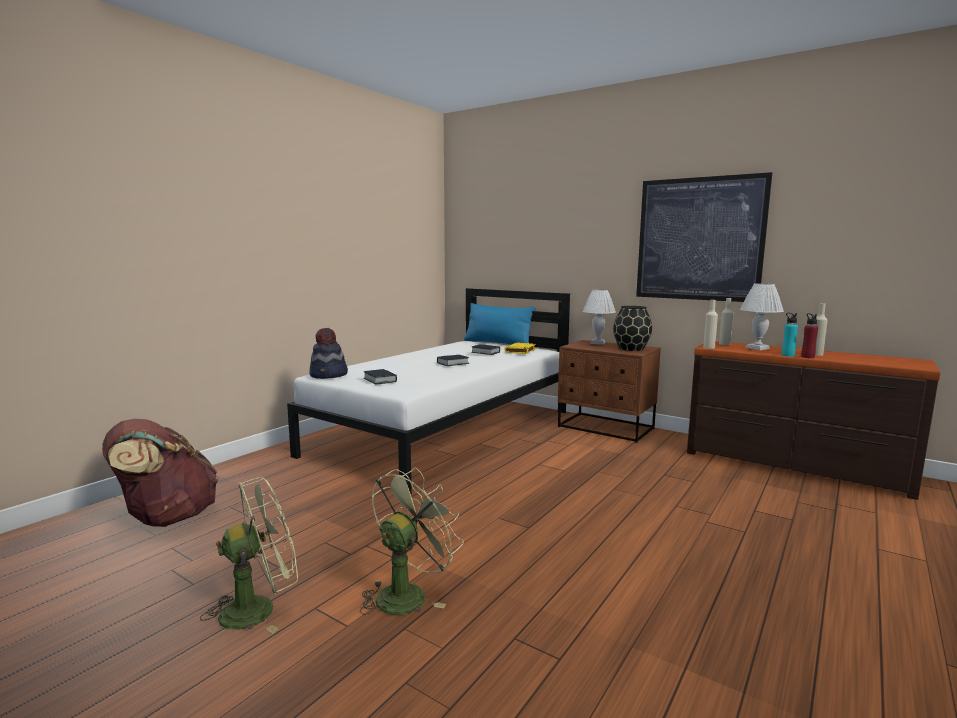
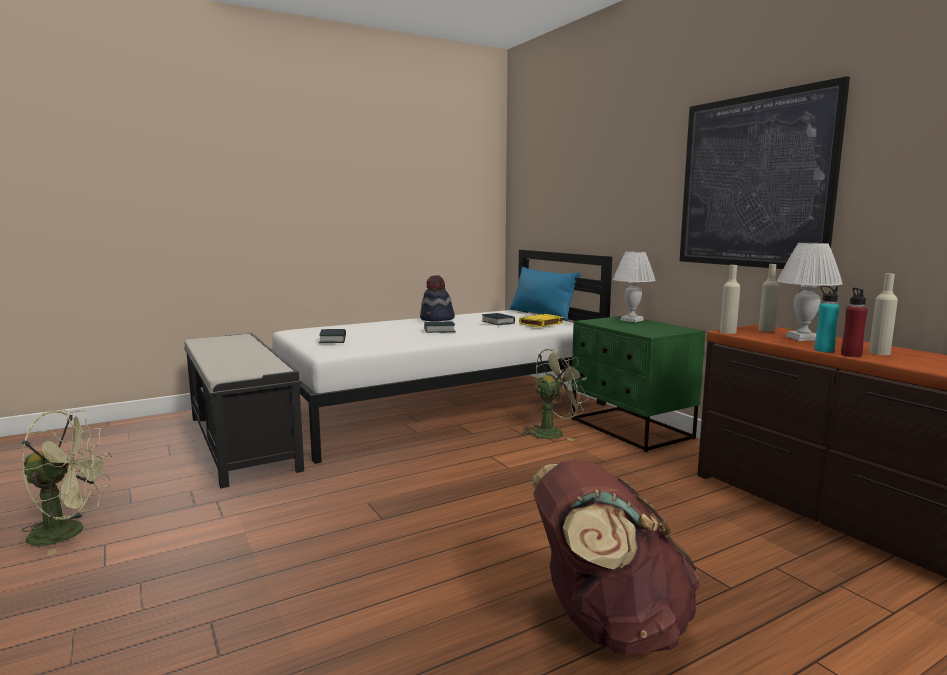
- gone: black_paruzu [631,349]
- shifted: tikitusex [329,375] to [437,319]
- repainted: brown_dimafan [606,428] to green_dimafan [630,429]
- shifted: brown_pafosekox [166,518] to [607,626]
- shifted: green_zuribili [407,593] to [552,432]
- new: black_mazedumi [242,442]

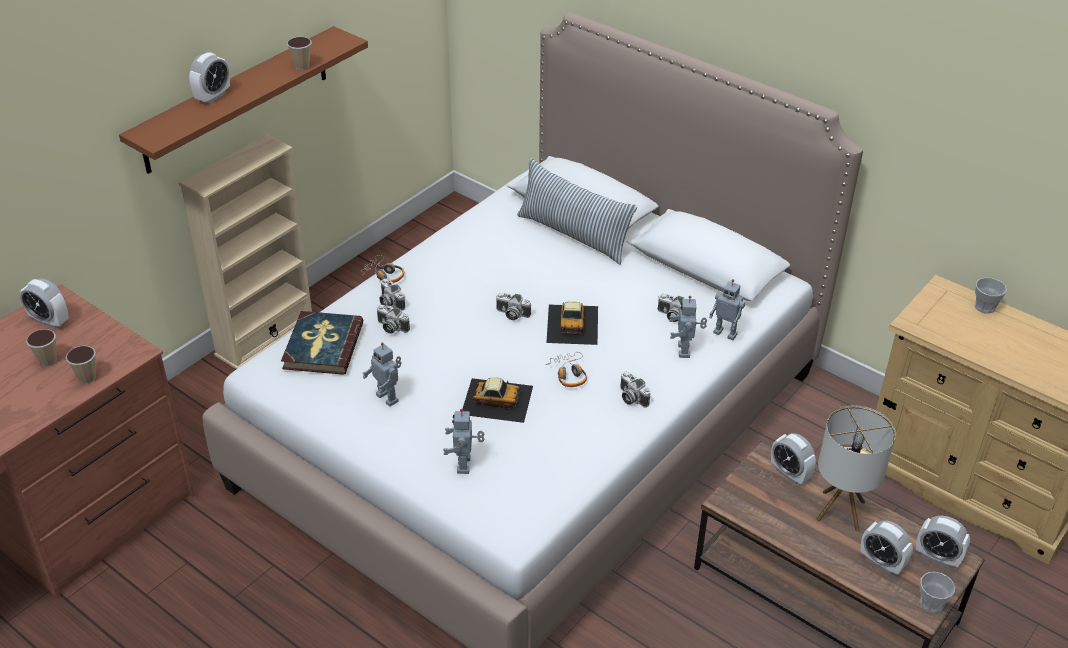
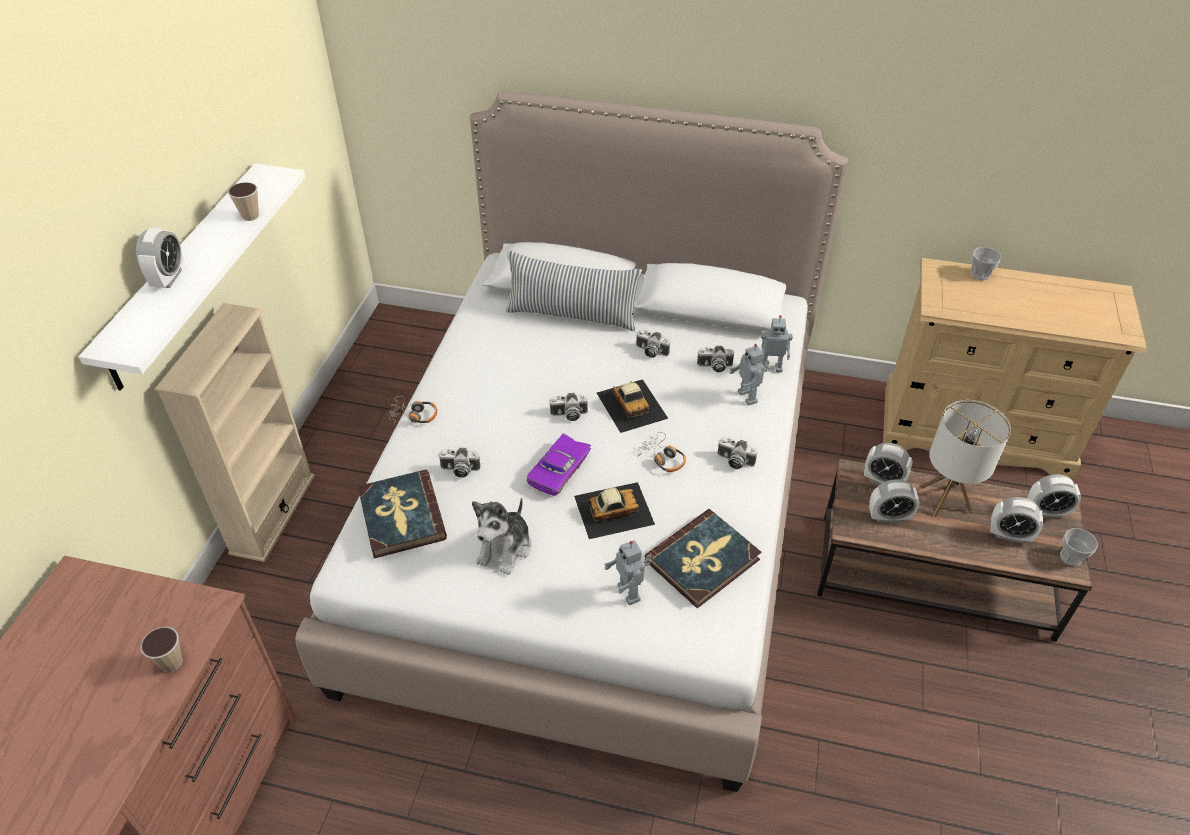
- repainted: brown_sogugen [236,100] to white_sogugen [186,274]
- shifted: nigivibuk [49,321] to [889,517]
- shifted: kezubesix [389,302] to [650,351]
- gone: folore [48,361]
- swapped: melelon [388,398] to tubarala [505,548]
- new: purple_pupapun [561,471]
- new: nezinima [703,560]

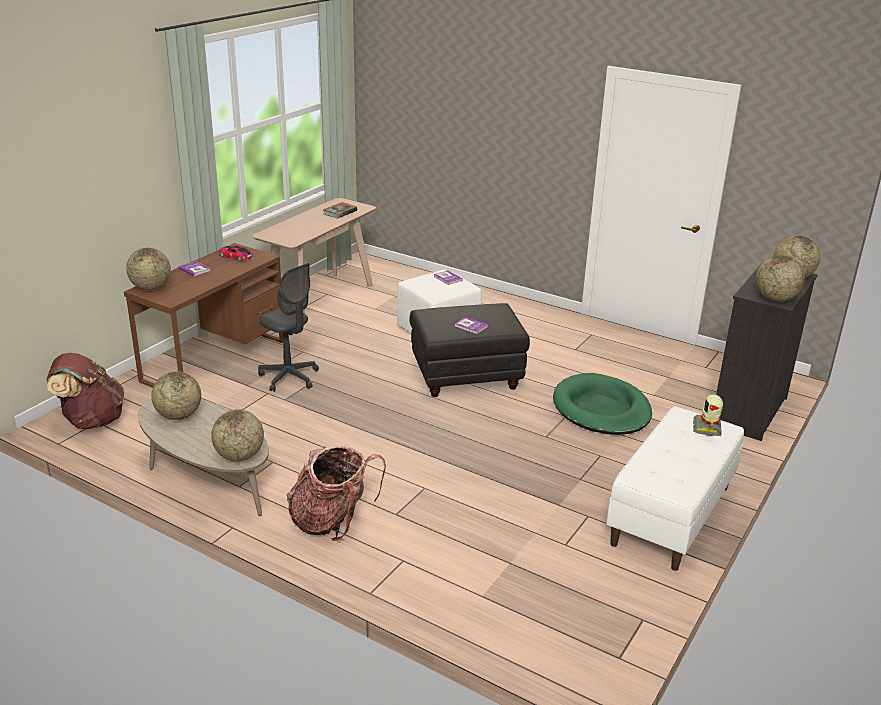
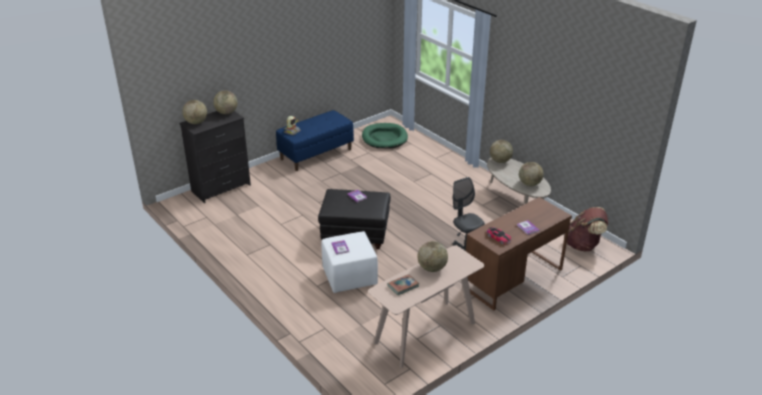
- shifted: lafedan [151,288] to [432,268]
- shifted: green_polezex [601,409] to [384,138]
- repainted: white_mazedumi [671,516] to blue_mazedumi [316,154]
- gone: pafosekox [332,521]

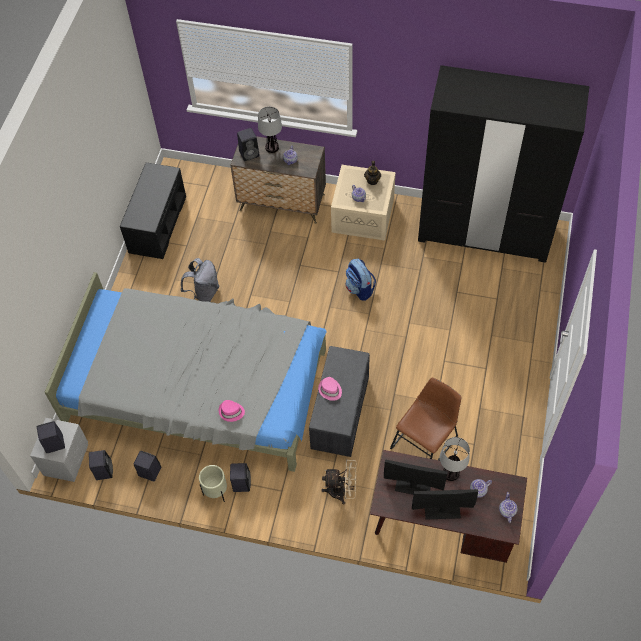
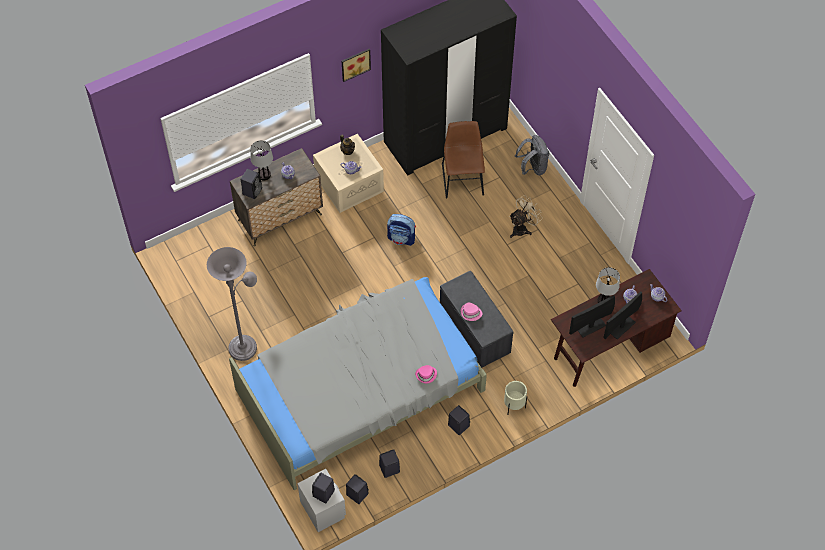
- gone: black_mazedumi [157,223]
- shifted: grey_pafosekox [204,293] to [532,168]
- shifted: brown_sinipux [425,440] to [462,177]
- shifted: beige_zuribili [342,491] to [522,228]
- shifted: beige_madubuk [216,492] to [514,406]
- new: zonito [355,63]
- new: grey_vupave [245,345]

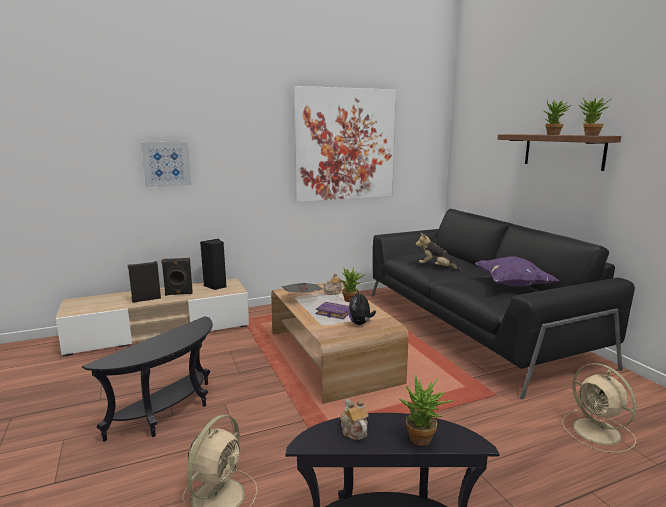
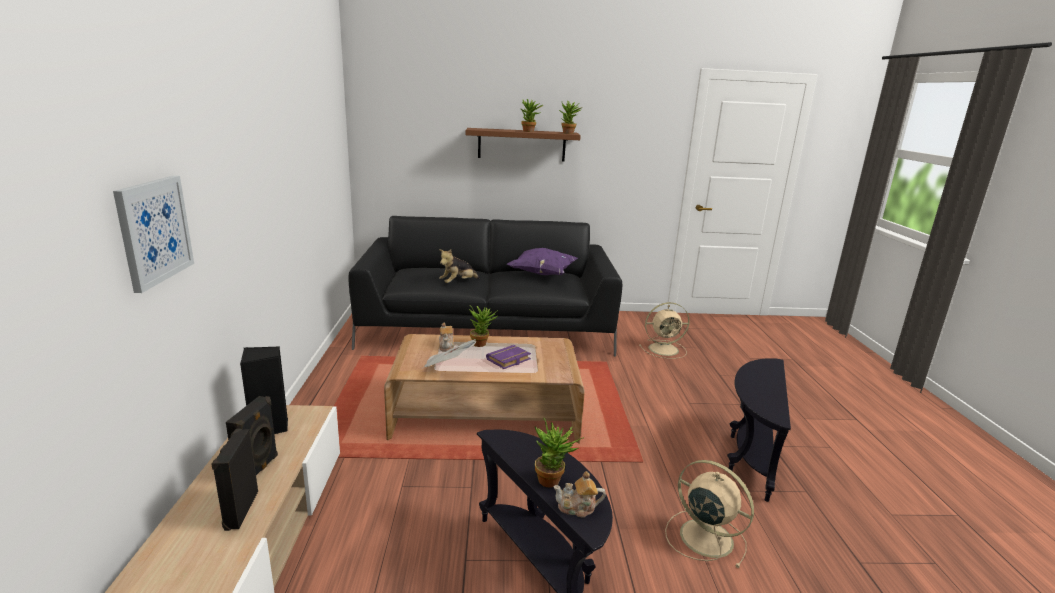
- gone: zonito [344,144]
- gone: tubarala [360,323]
- shifted: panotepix [422,442] to [553,481]
- shifted: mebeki [353,430] to [577,508]

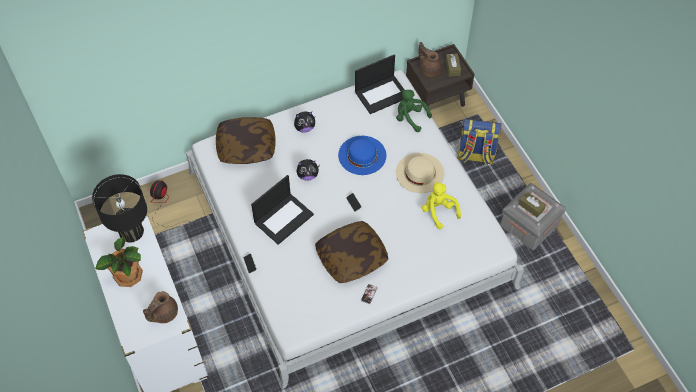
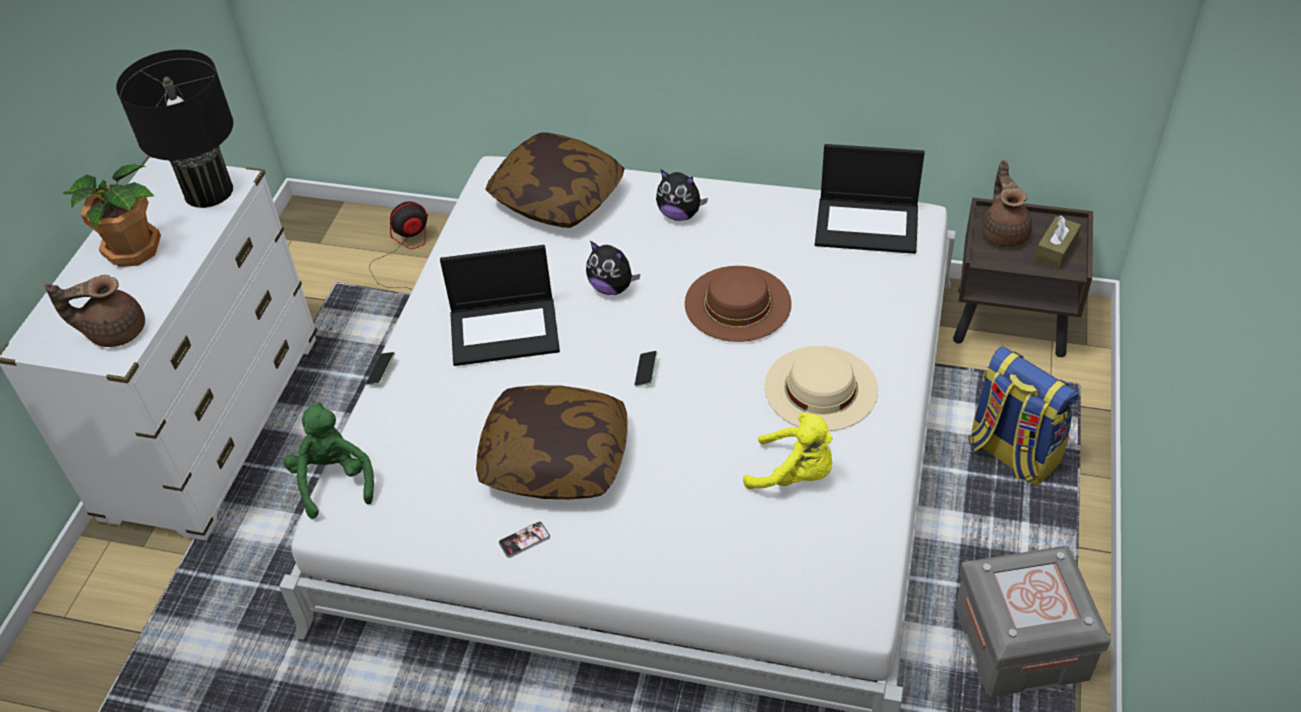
- shifted: green_tubarala [410,118] to [334,481]
- repainted: blue_tikitusex [362,155] to brown_tikitusex [737,303]
- rotated: yellow_tubarala [438,211] = [794,474] 105 degrees clockwise
- gone: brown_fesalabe [531,207]

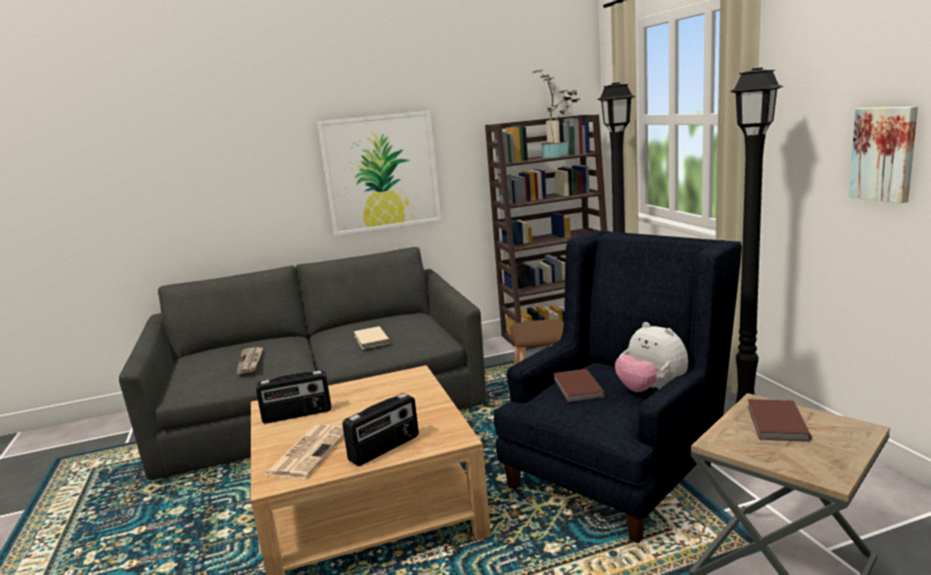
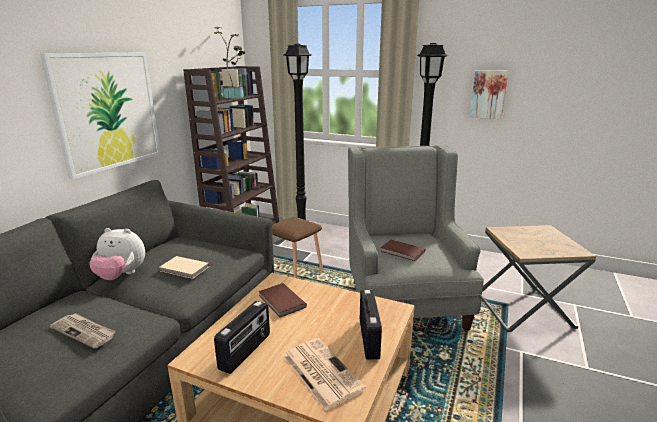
- repainted: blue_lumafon [619,468] to grey_lumafon [403,297]
- shifted: tubarala [651,390] to [121,275]
- shifted: brown_nezinima [775,423] to [281,302]

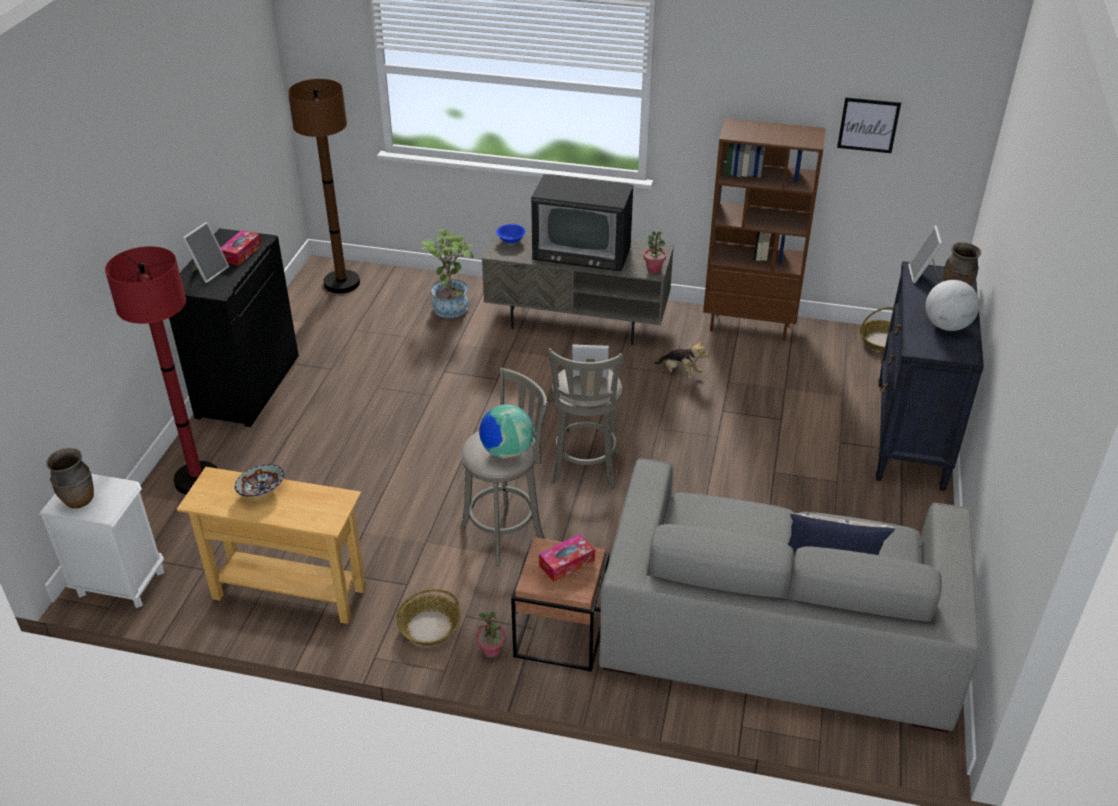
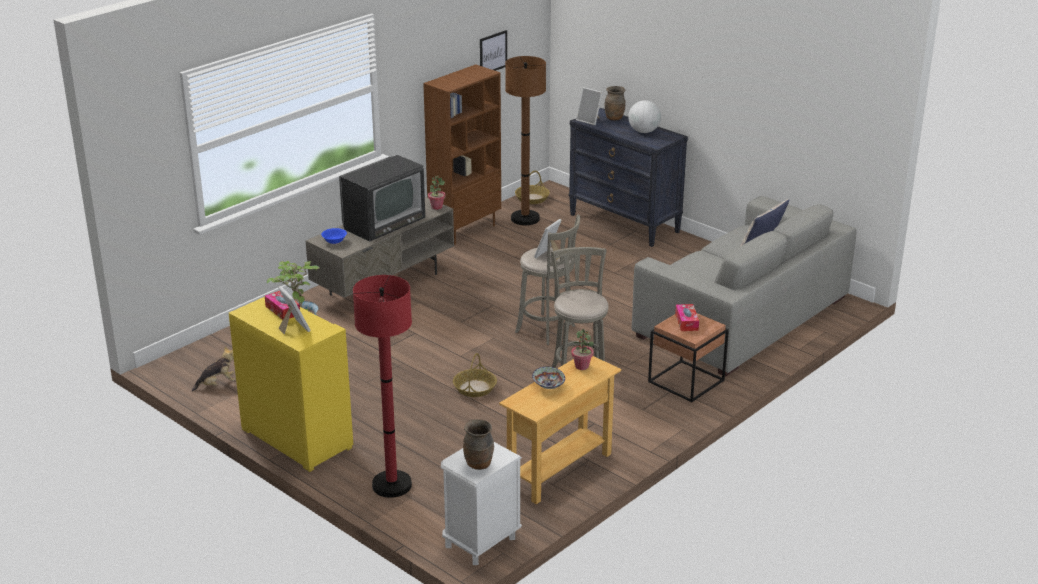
- shifted: brown_vupave [341,283] to [525,219]
- repainted: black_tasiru [247,386] to yellow_tasiru [295,438]
- shifted: tubarala [680,372] to [217,384]
- gone: lafedan [506,452]
- shifted: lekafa [429,627] to [475,388]
- shifted: panotepix [491,650] to [582,366]

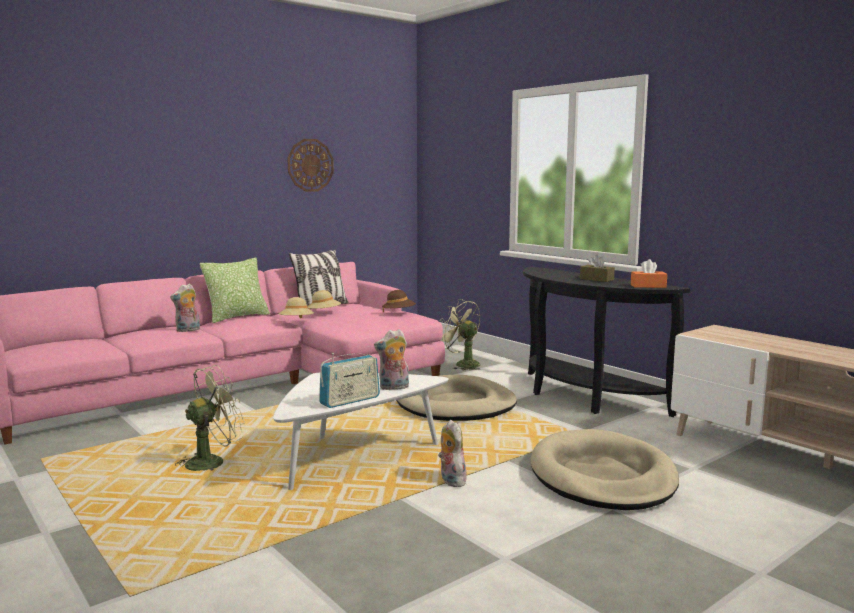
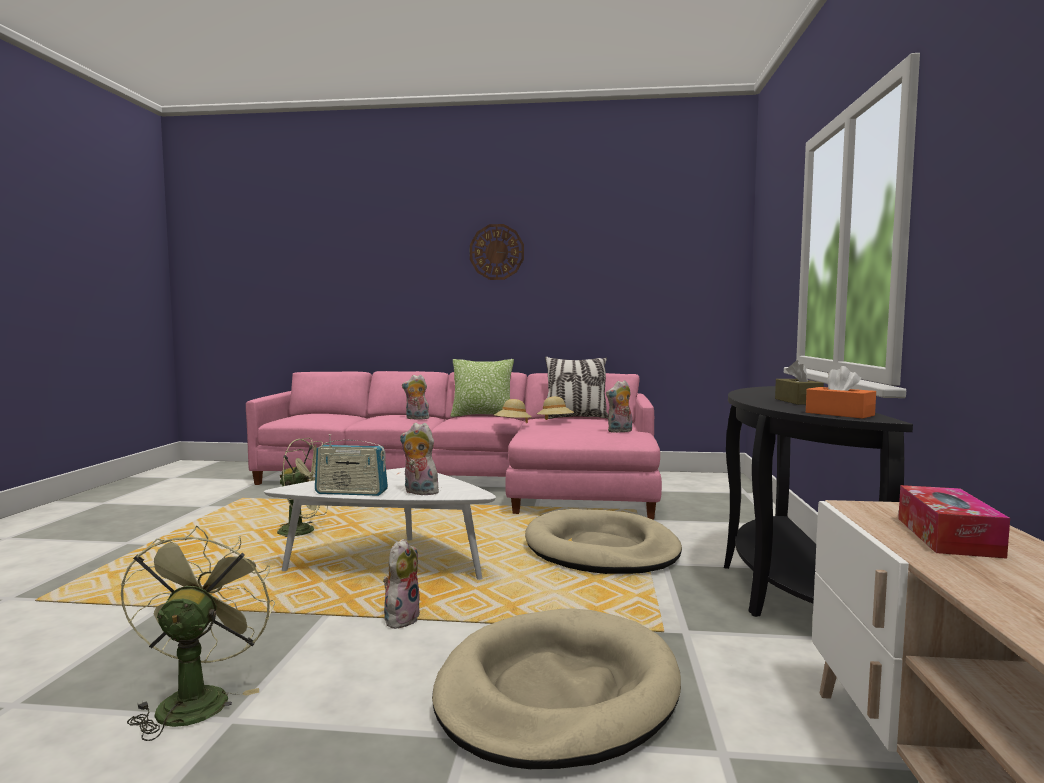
- shifted: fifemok [310,165] to [496,252]
- swapped: brown_tikitusex [399,313] to tubarala [620,431]
- shifted: green_zuribili [462,364] to [196,699]
- new: fesalabe [947,536]

